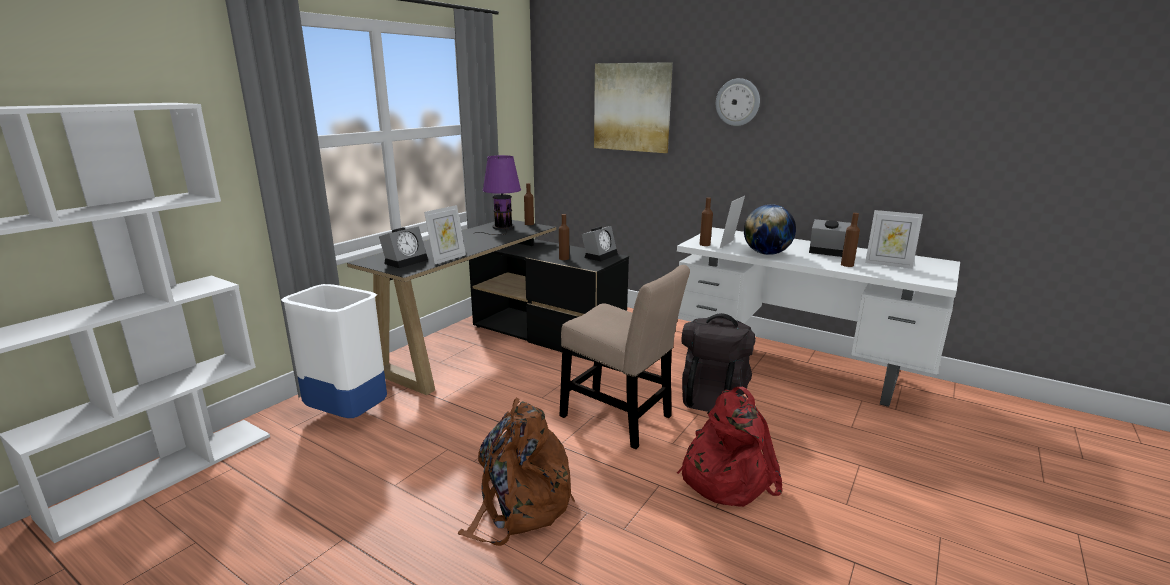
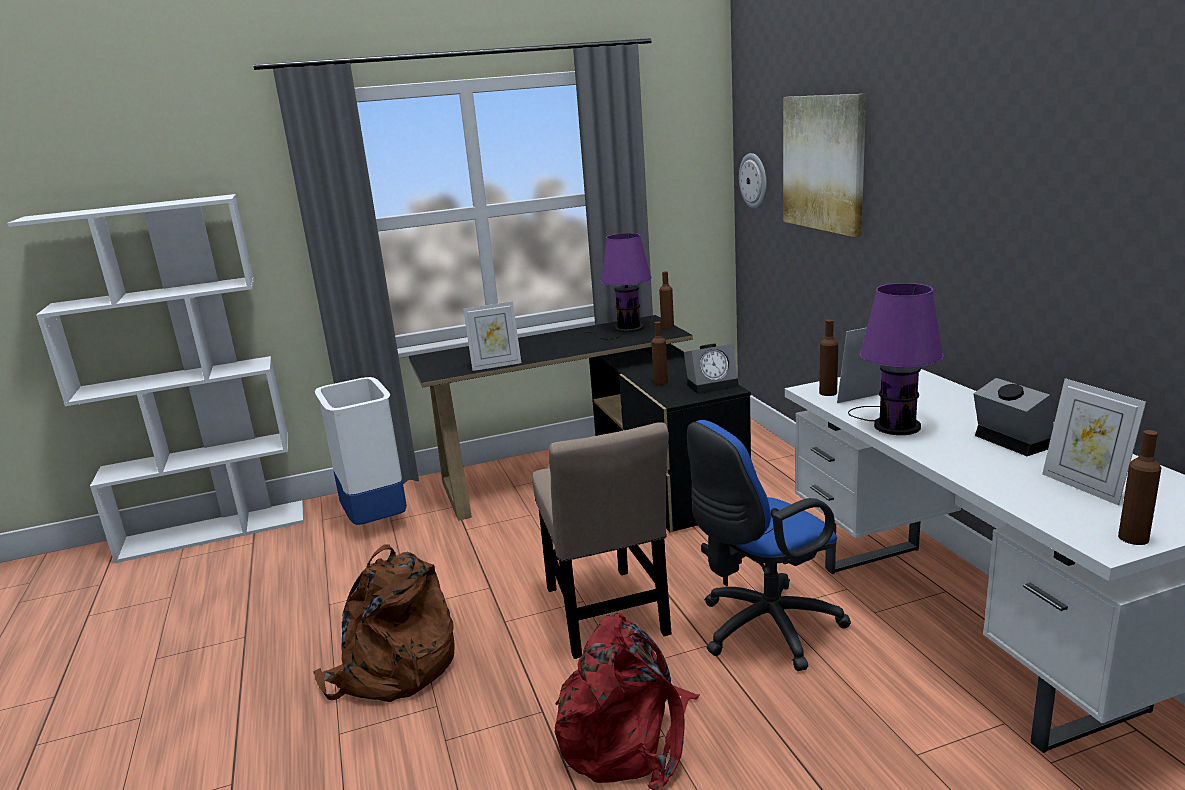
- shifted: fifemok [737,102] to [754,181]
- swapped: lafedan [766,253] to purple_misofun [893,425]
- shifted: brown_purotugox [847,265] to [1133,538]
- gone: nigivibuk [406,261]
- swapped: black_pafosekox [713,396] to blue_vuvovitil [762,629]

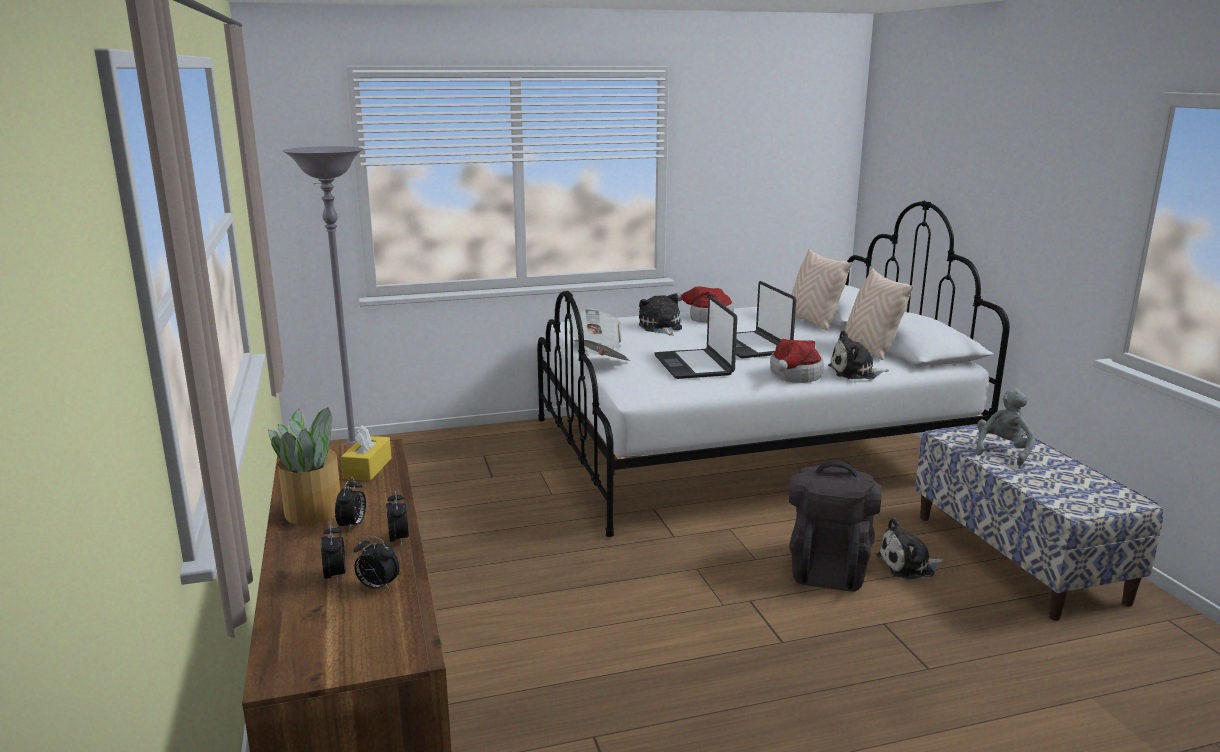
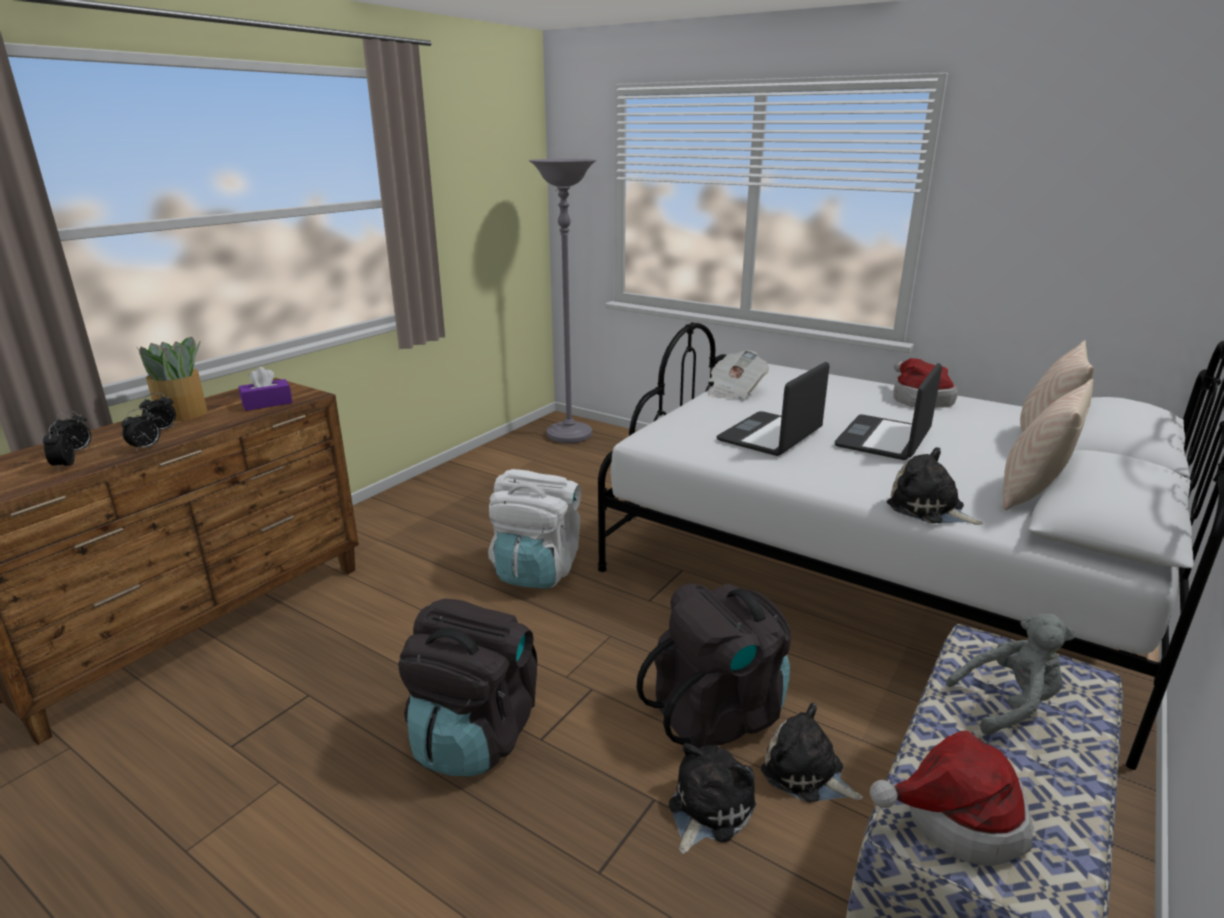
- shifted: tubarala [660,328] to [707,809]
- shifted: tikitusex [793,376] to [955,817]
- gone: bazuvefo [604,365]
- repainted: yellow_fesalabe [367,468] to purple_fesalabe [267,403]
- new: white_pafosekox [537,569]
- new: black_pafosekox [475,735]

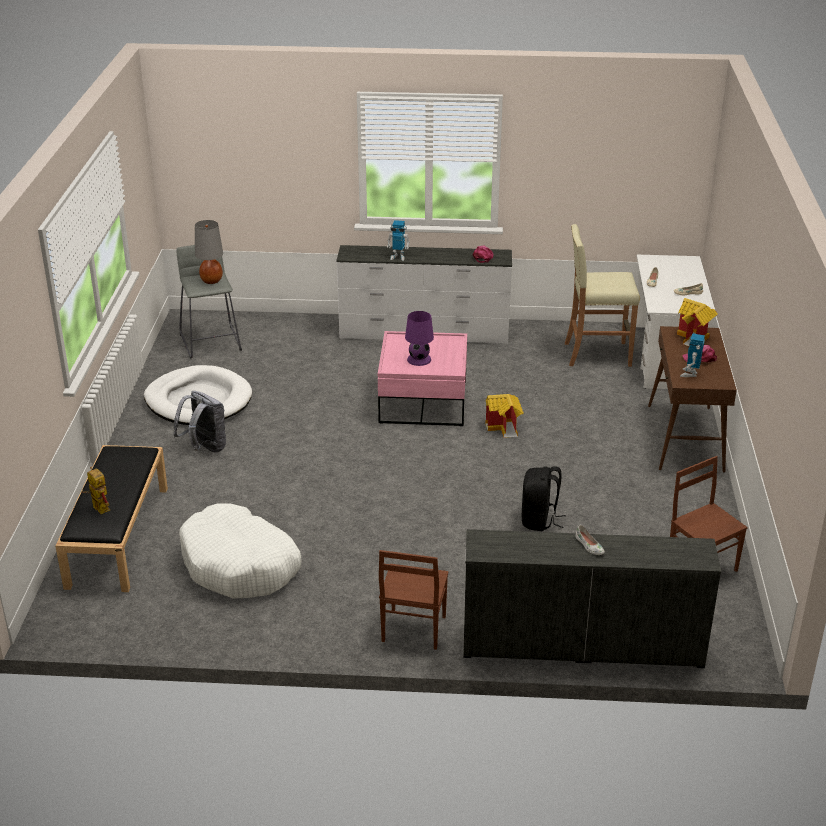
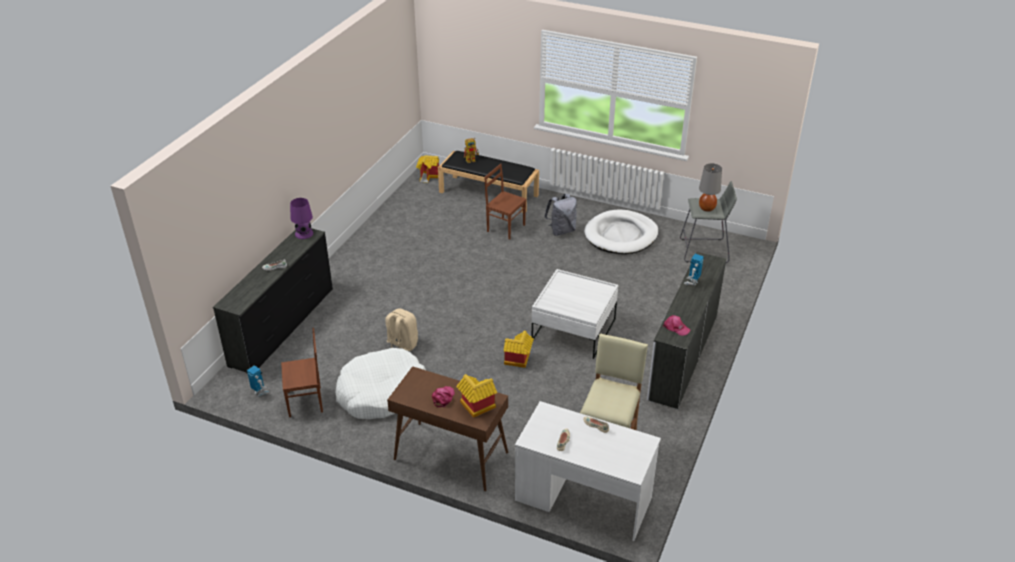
- shifted: purple_misofun [419,359] to [304,234]
- repainted: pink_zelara [423,402] to white_zelara [573,330]
- shifted: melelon [690,374] to [260,392]
- repainted: black_pafosekox [539,520] to beige_pafosekox [401,345]
- shifted: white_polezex [240,565] to [381,393]
- shifted: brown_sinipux [412,630] to [505,228]
- new: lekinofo [428,176]

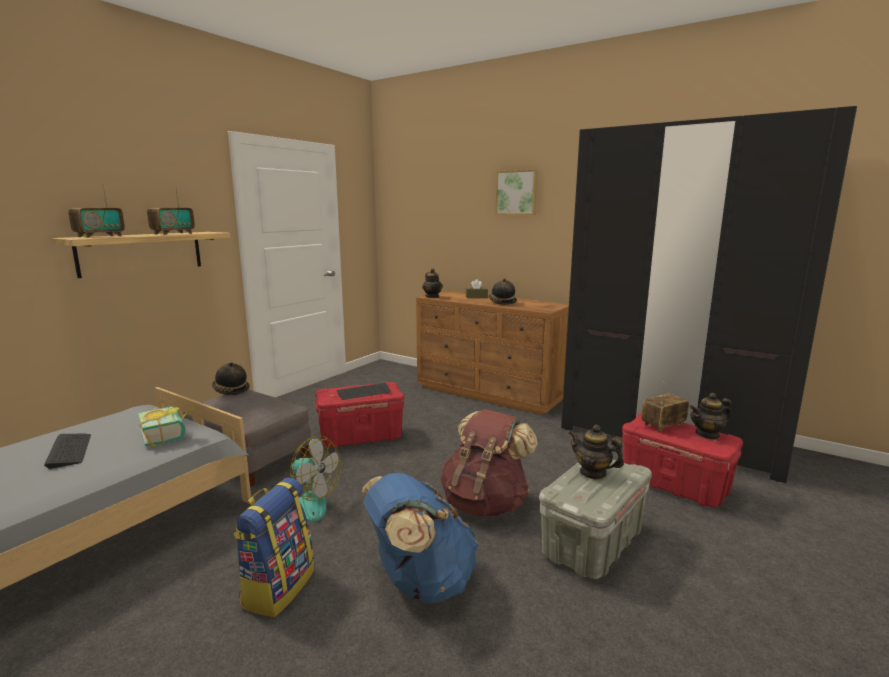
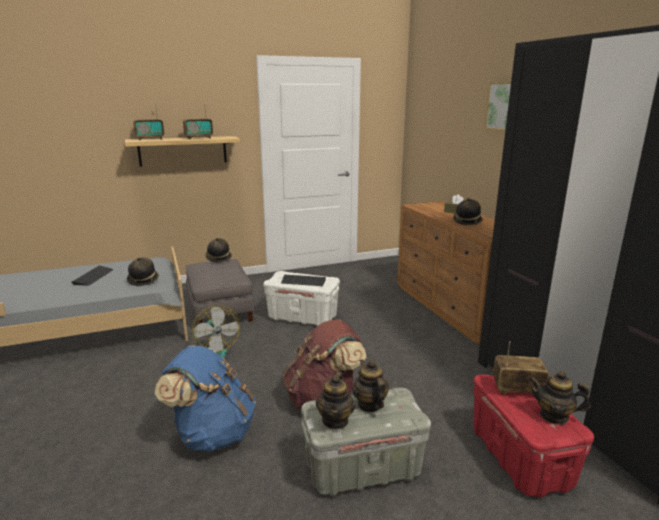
- shifted: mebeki [432,296] to [335,420]
- repainted: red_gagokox [361,437] to white_gagokox [303,317]
- swapped: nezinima [169,435] to tikitusex [143,280]
- gone: pafosekox [278,587]

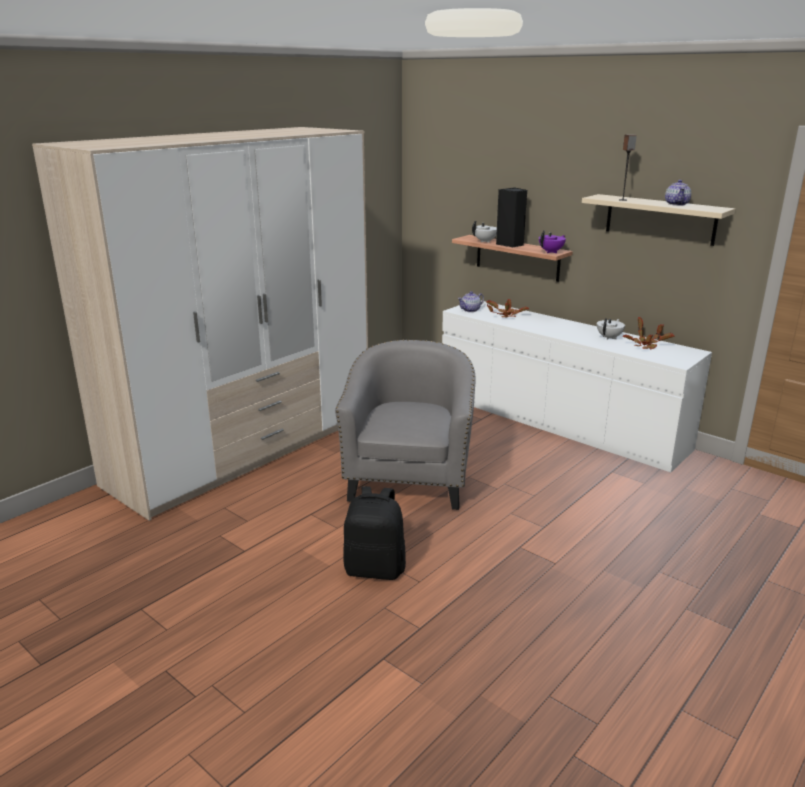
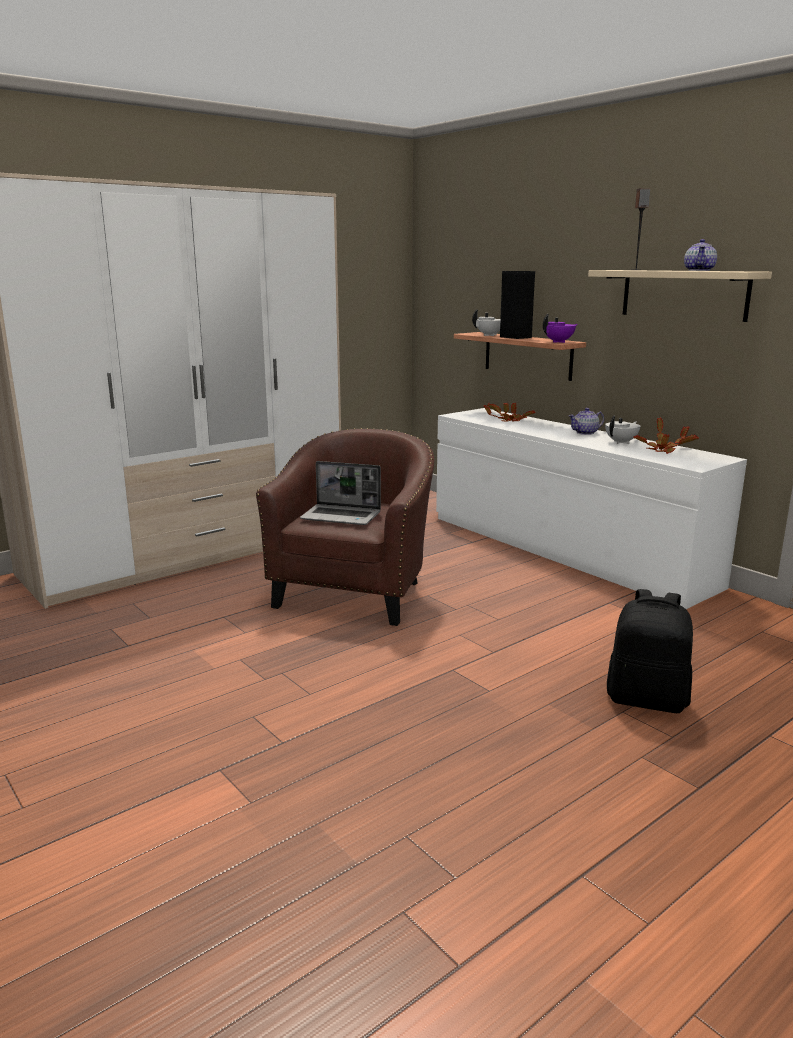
- shifted: mebeki [470,310] to [585,433]
- repainted: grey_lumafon [409,479] to brown_lumafon [356,593]
- shifted: black_pafosekox [375,569] to [647,700]
- new: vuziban [342,516]

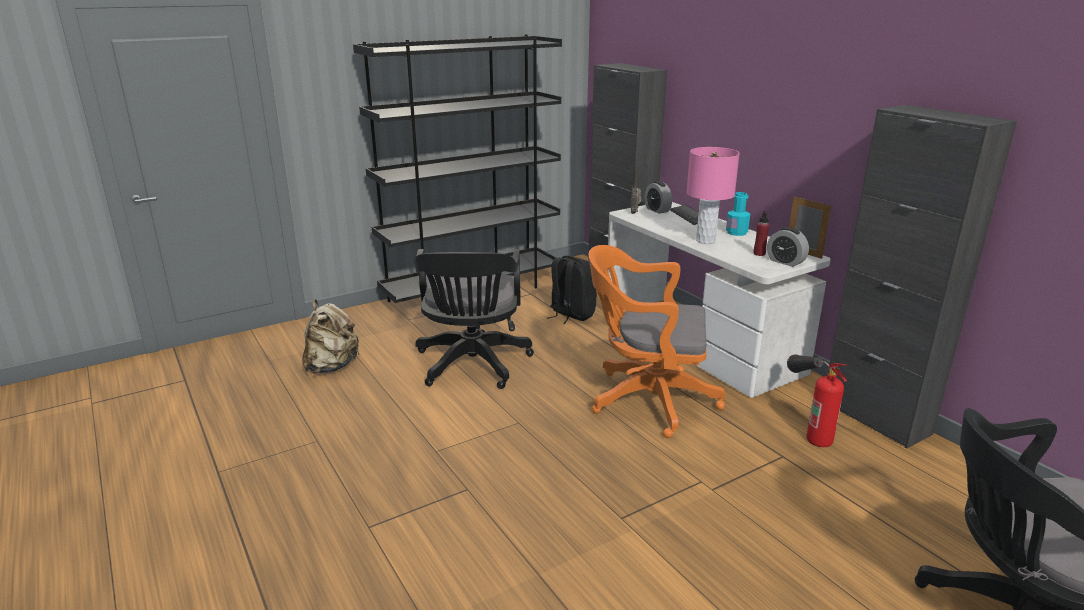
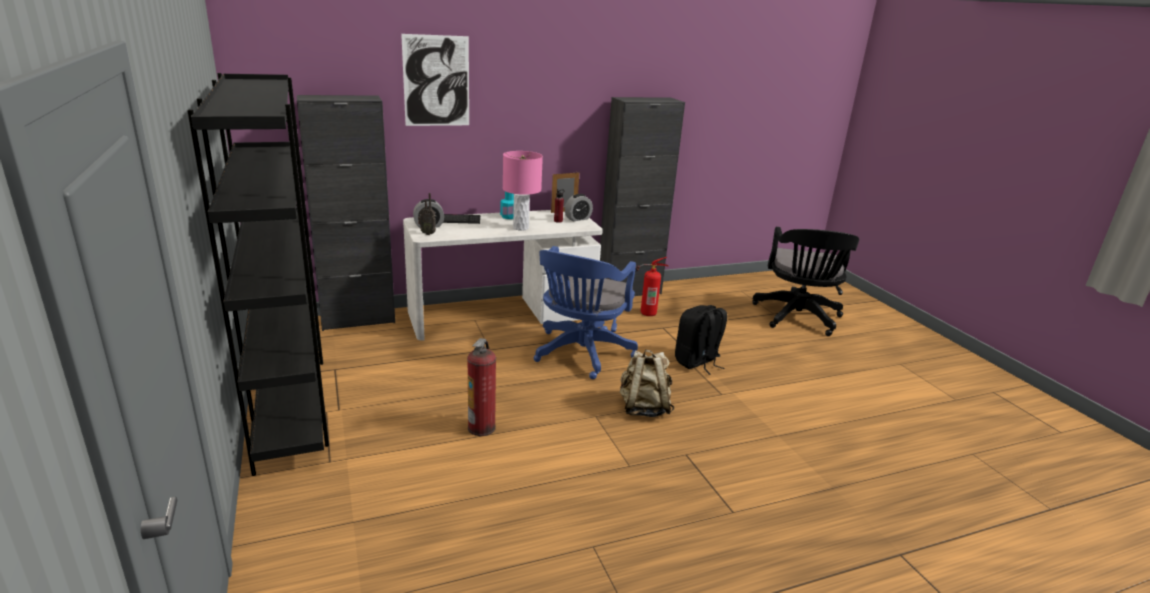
- repainted: orange_vuvovitil [646,399] to blue_vuvovitil [580,354]
- swapped: black_vuvovitil [472,366] to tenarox [482,428]
- shifted: black_pafosekox [571,314] to [697,362]
- shifted: beige_pafosekox [332,366] to [643,408]
- new: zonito [436,81]

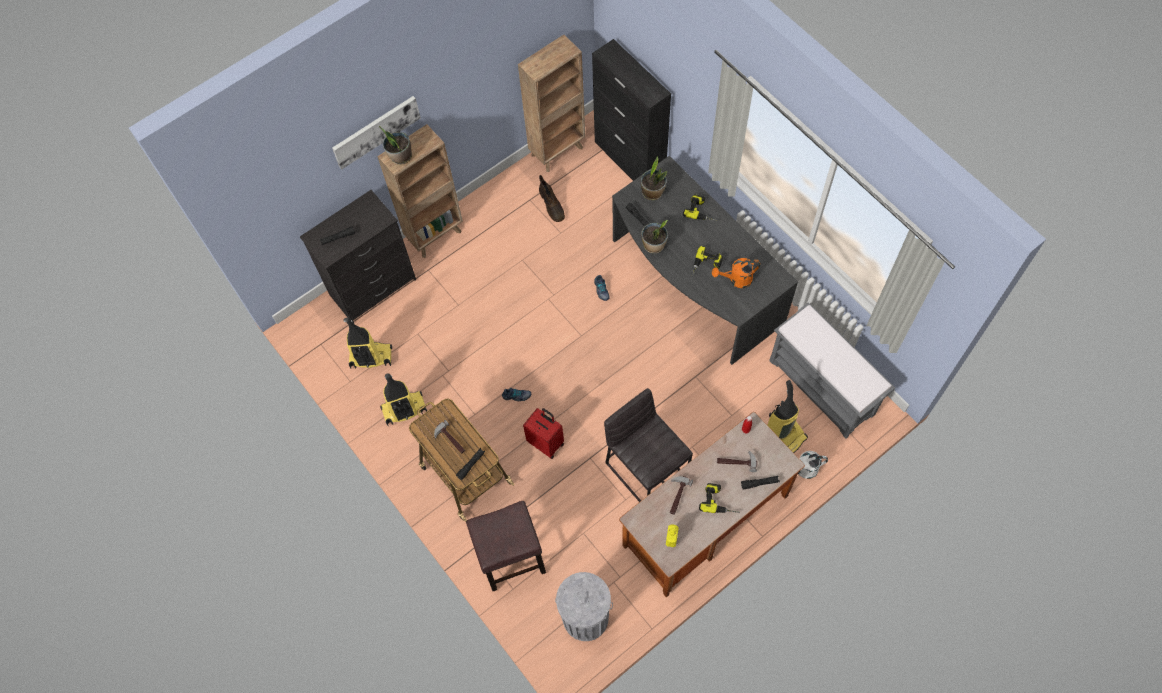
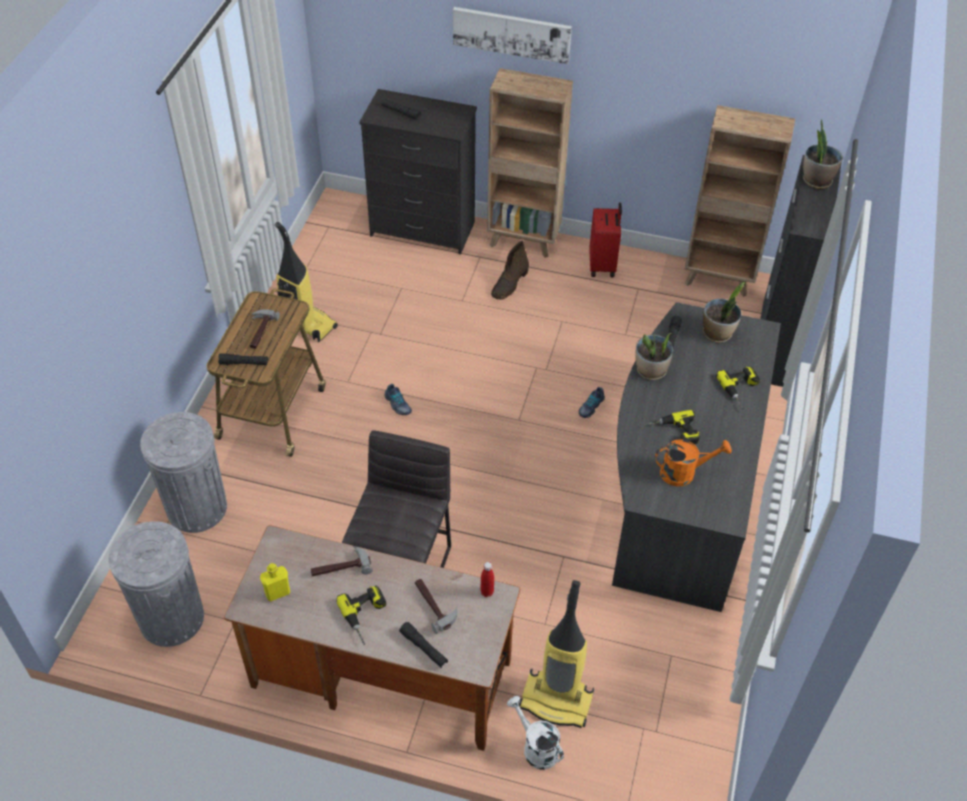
- shifted: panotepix [400,156] to [816,180]
- shifted: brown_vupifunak [552,206] to [509,284]
- rotated: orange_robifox [736,280] = [684,472] 135 degrees clockwise
- gone: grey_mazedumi [822,387]
- gone: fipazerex [370,358]
- shifted: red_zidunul [546,442] to [603,265]
- swapped: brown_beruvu [511,561] to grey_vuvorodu [196,508]

